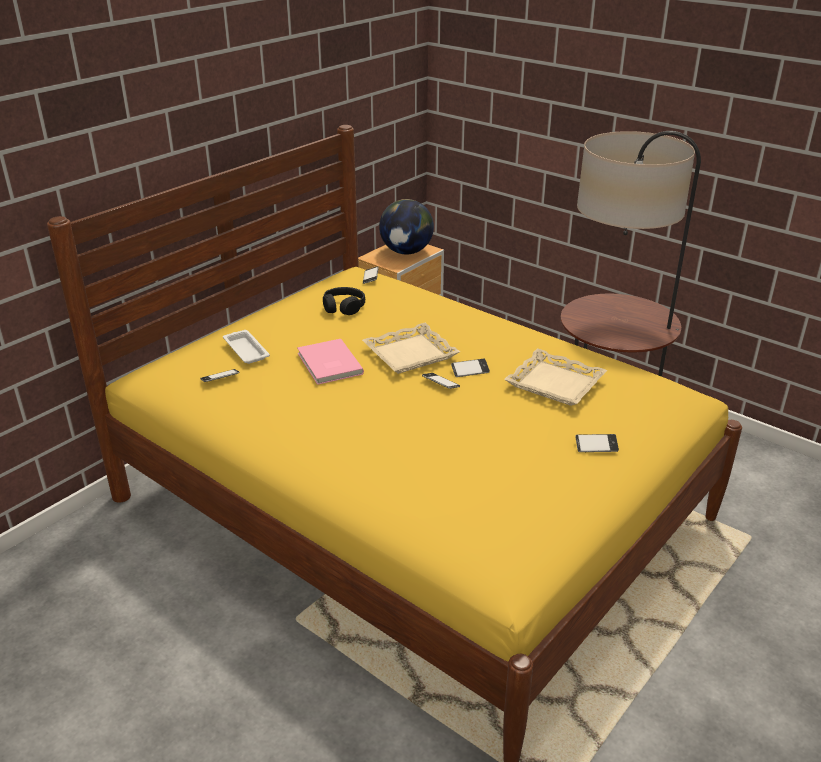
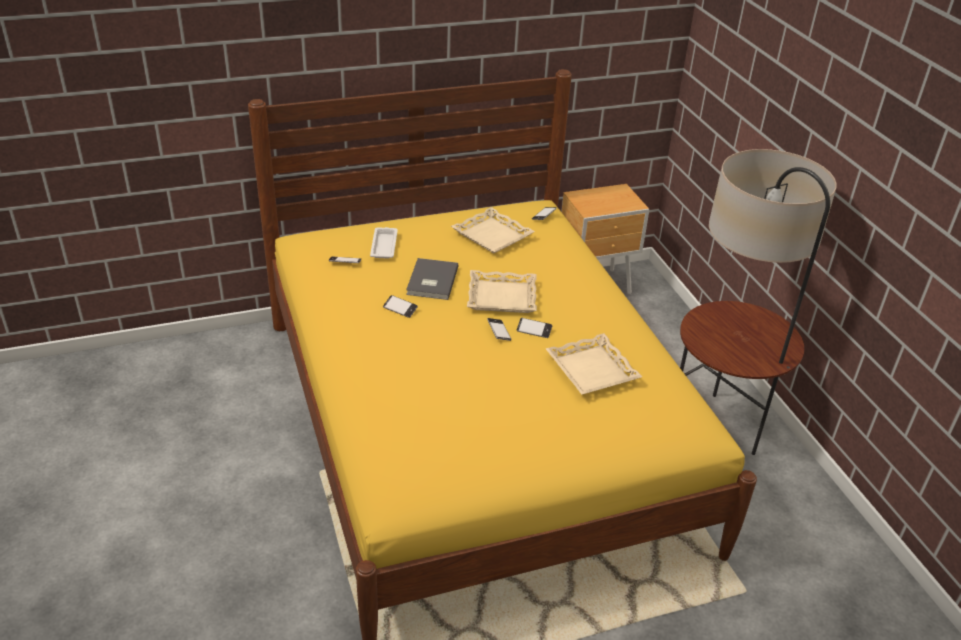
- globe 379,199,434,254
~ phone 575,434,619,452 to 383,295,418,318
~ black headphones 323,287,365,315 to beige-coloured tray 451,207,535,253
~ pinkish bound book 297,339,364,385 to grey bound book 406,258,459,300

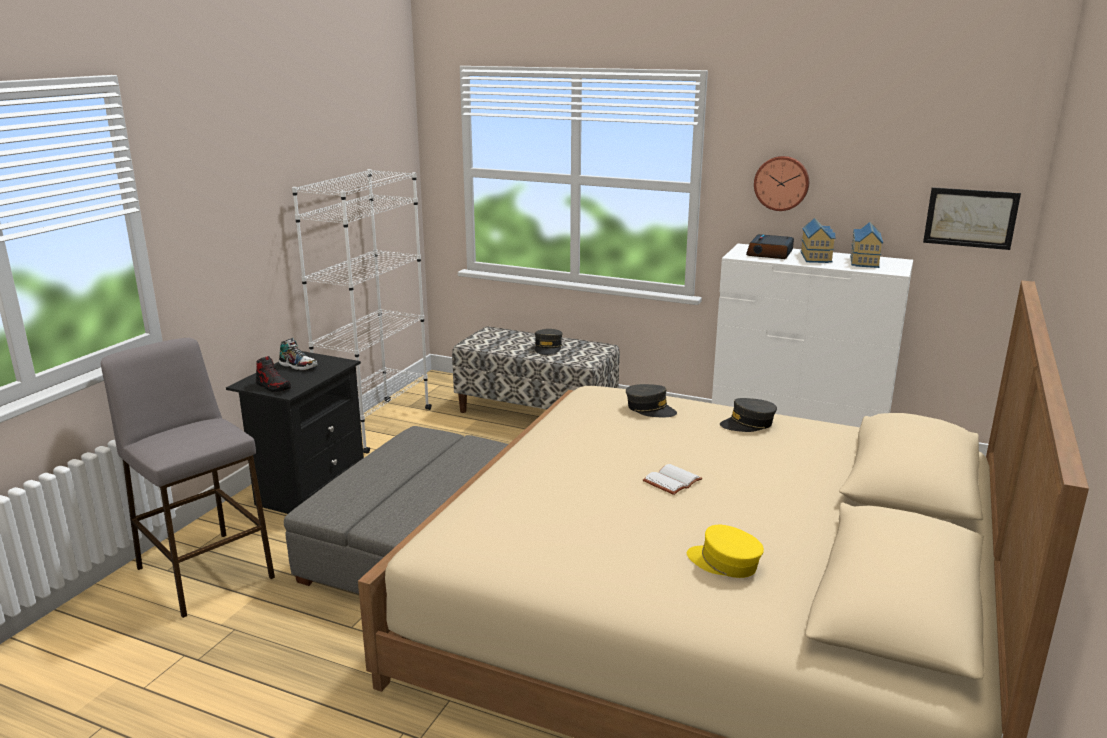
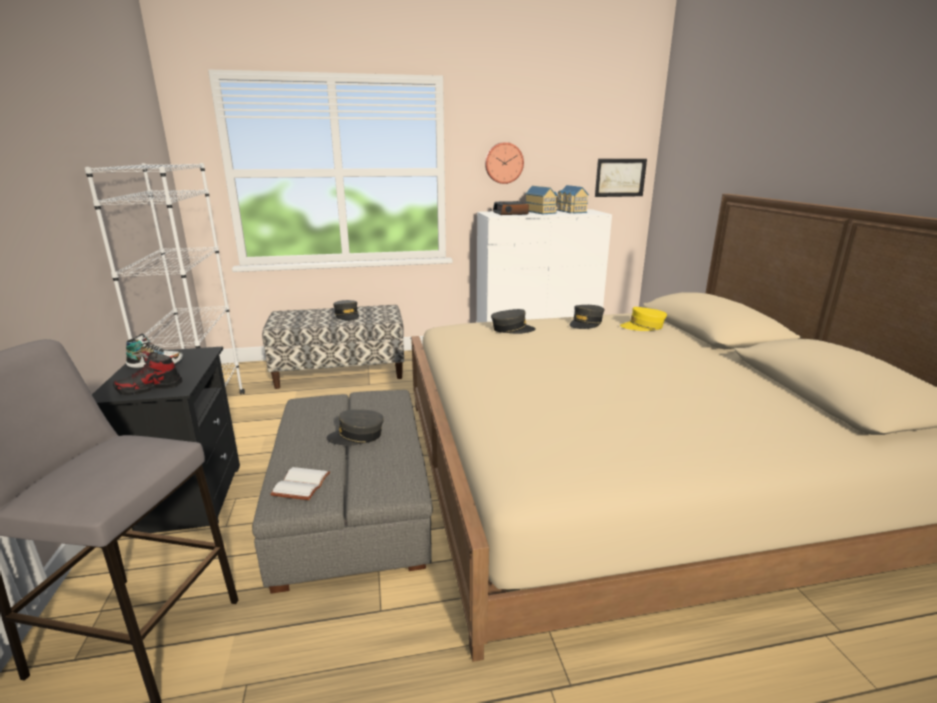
+ grey peaked cap 326,409,384,446
~ whitish bound book 643,464,703,495 to 270,467,330,500
~ yellow peaked cap 687,525,764,578 to 620,307,667,331
~ low shoe 256,356,291,392 = 113,352,182,396 150 degrees clockwise

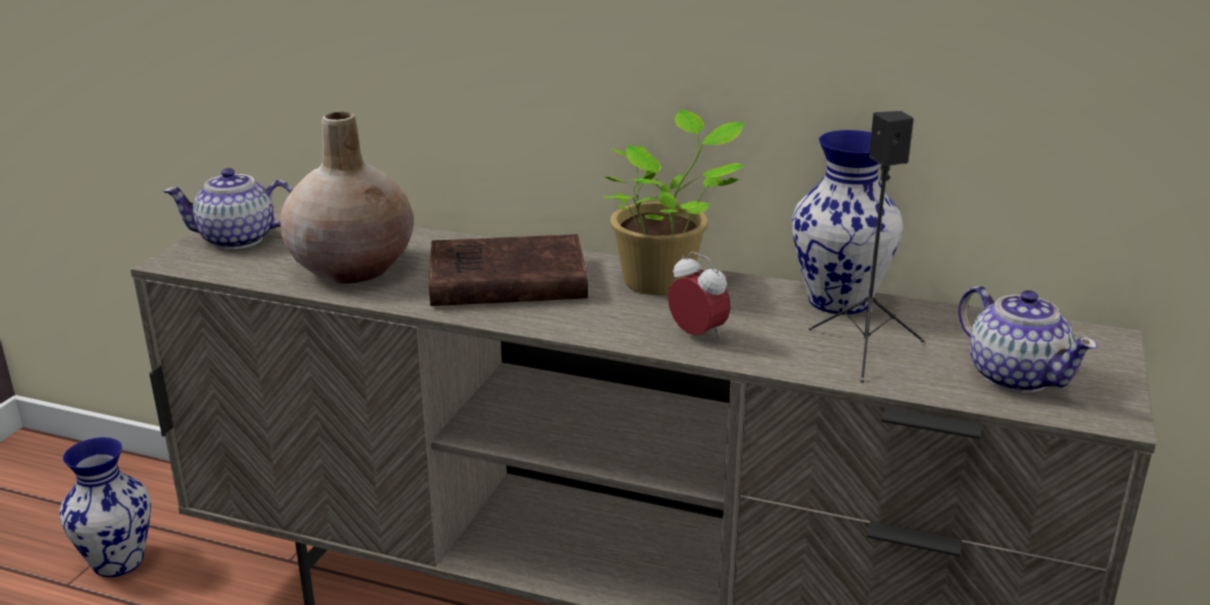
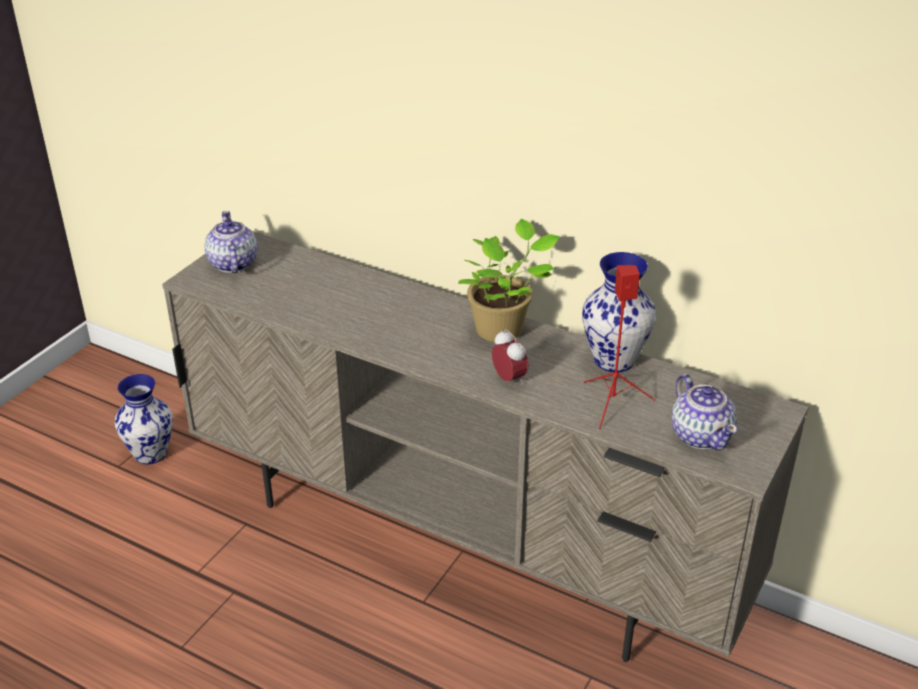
- beige-coloured vase 280,112,414,284
- brown bound book 429,234,588,306
~ black loudspeaker 809,111,924,383 to red loudspeaker 584,265,656,429
~ teapot 163,168,293,249 = 204,211,257,273 75 degrees clockwise

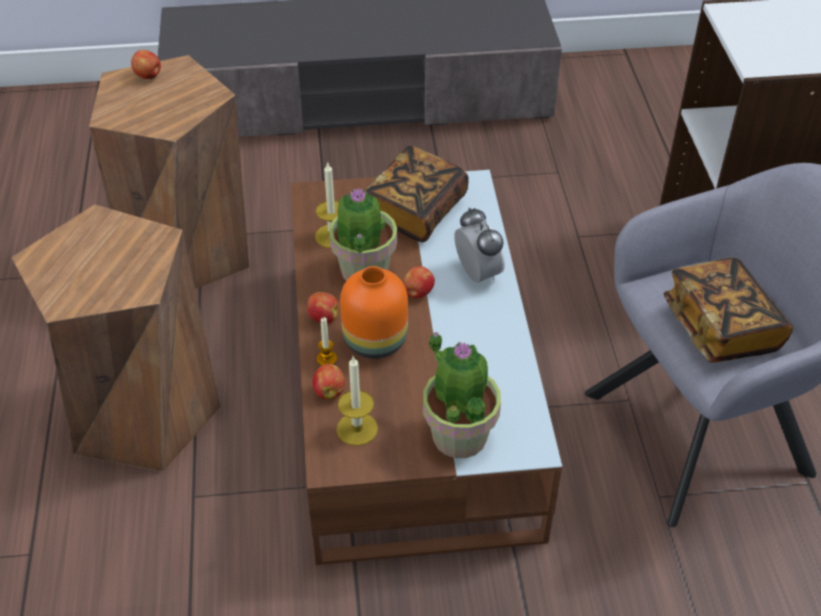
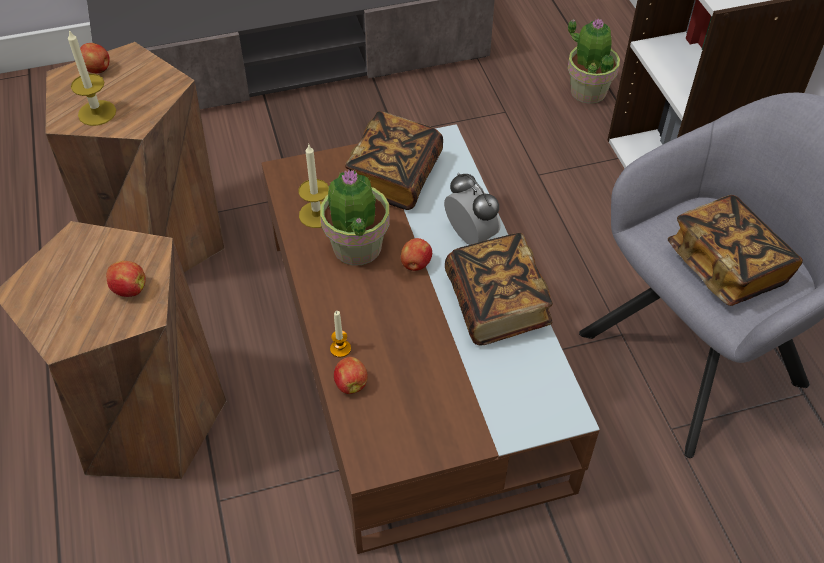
- orangey vase 340,266,408,359
+ bound book 445,233,553,345
~ apple fruit 307,292,339,323 to 106,261,146,297
~ wax light 337,356,378,446 to 68,30,116,126
~ houseplant 423,332,501,458 to 567,18,620,104

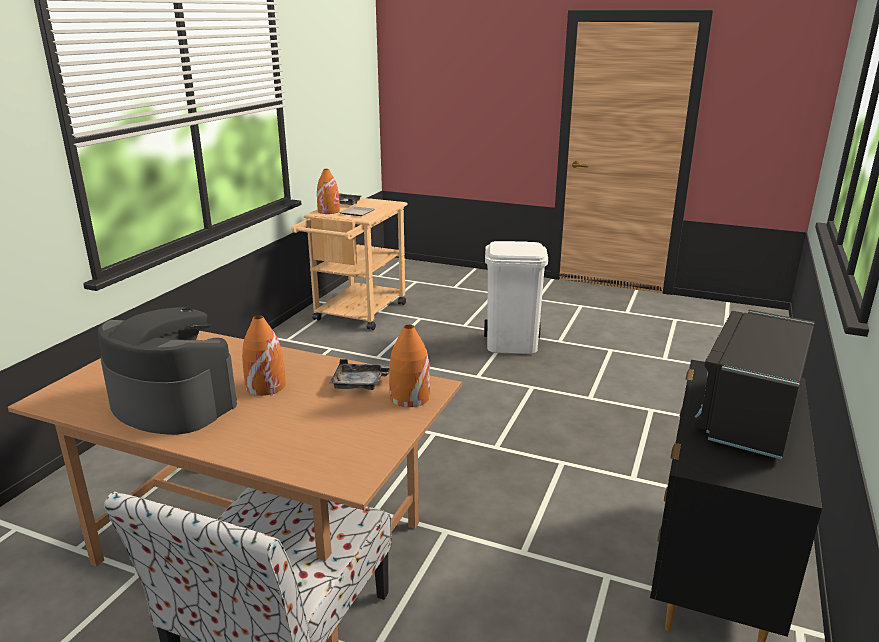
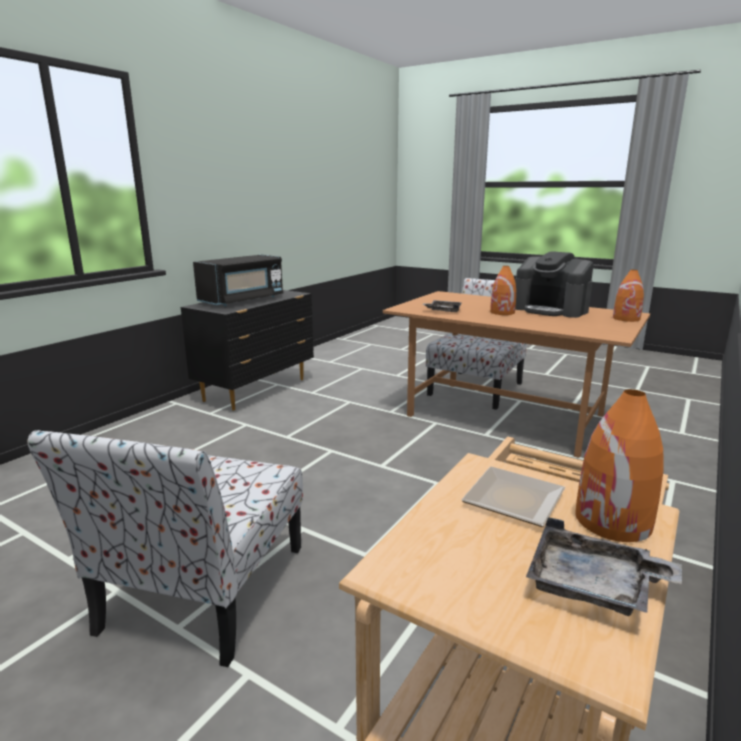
~ orangey vase 389,325,430,407 to 613,270,644,322
~ whitish trash can 484,241,548,354 to plain chair 27,430,303,667

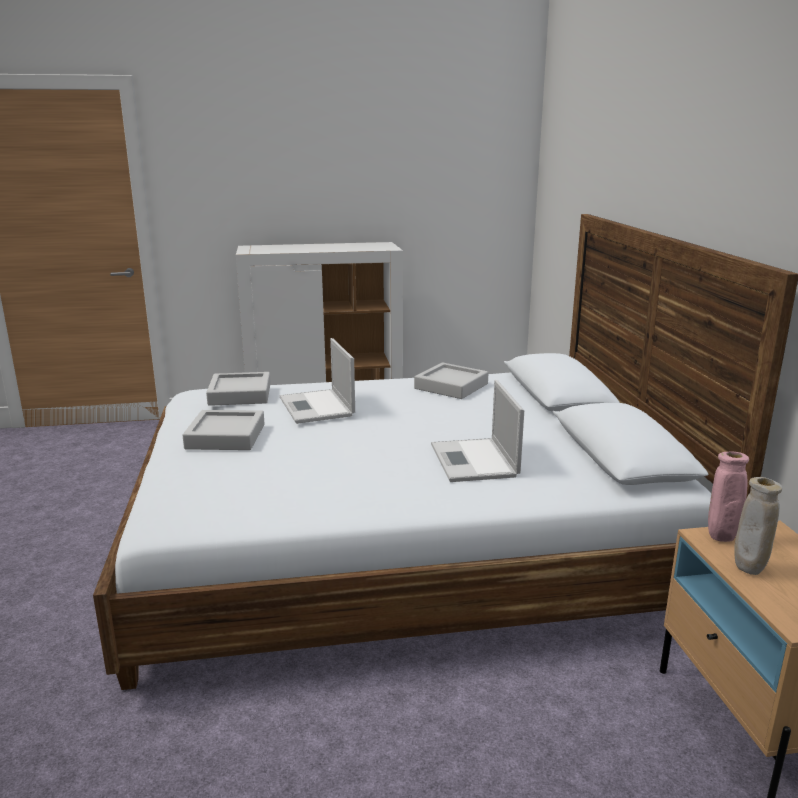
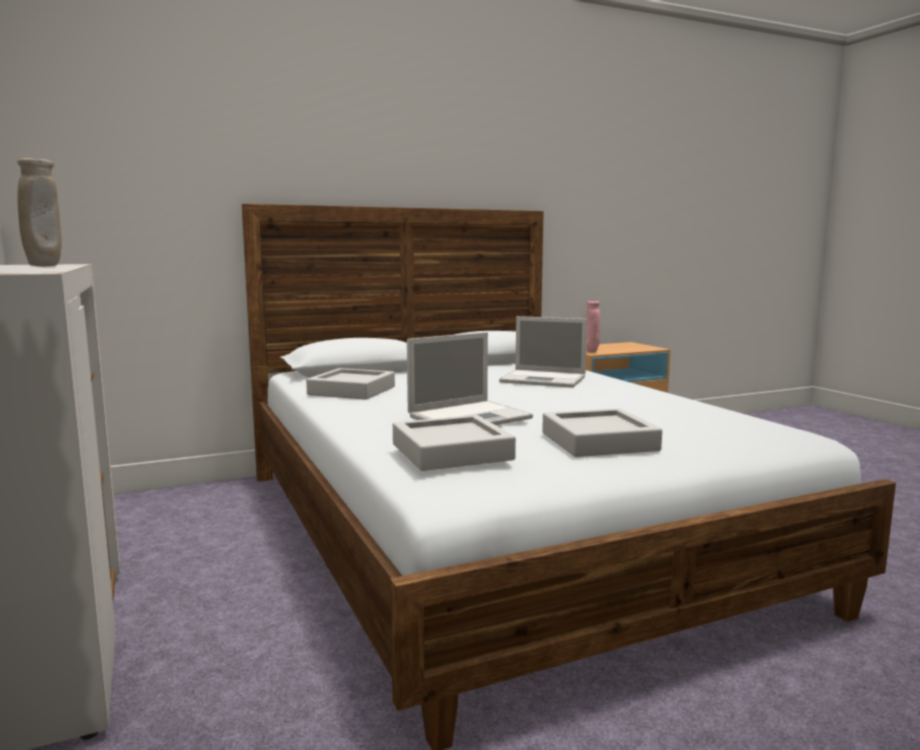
~ beige-coloured vase 734,477,782,575 to 17,158,61,267
~ notebook computer 431,380,524,482 = 499,316,587,388 45 degrees clockwise

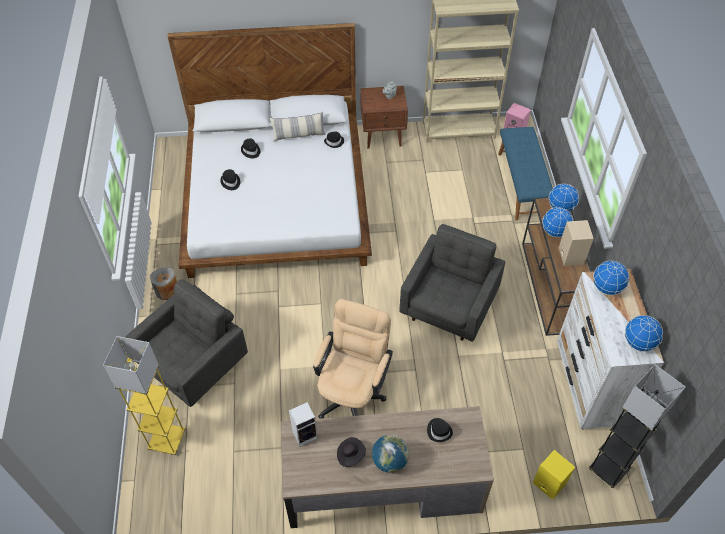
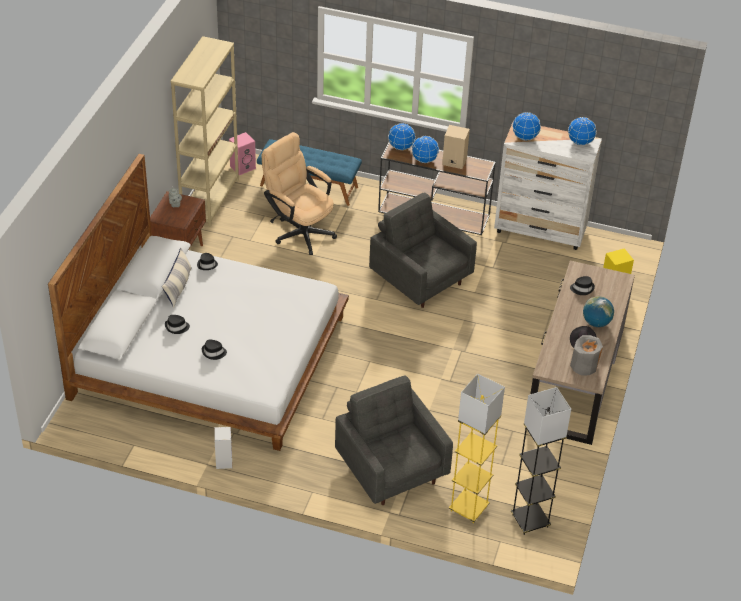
~ grey vase 150,267,177,300 to 570,335,603,375
~ loudspeaker 289,402,318,447 to 214,427,232,469
~ beige-coloured desk chair 313,299,393,419 to 262,132,337,255
~ grey standing lamp 588,364,686,488 to 511,387,571,535

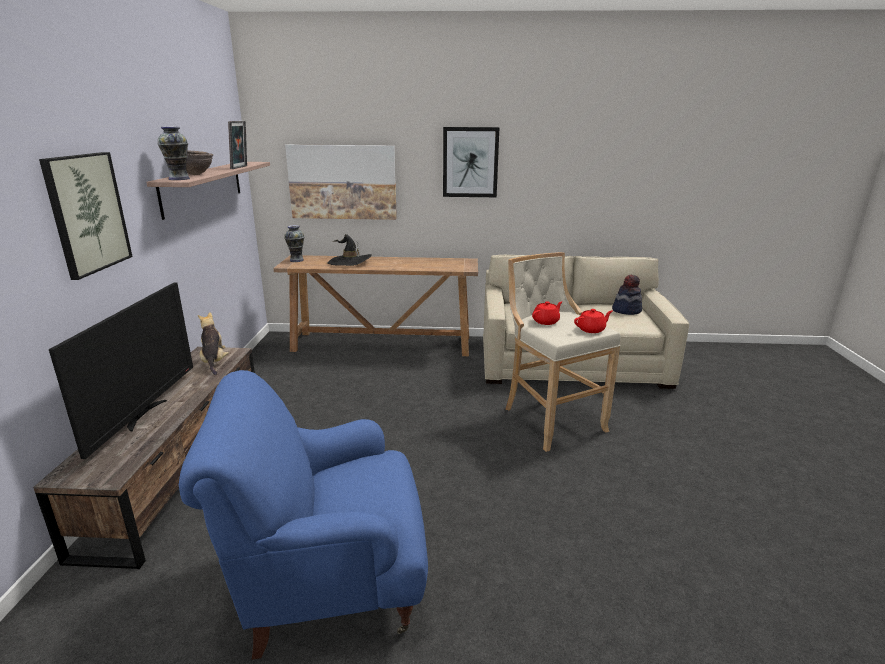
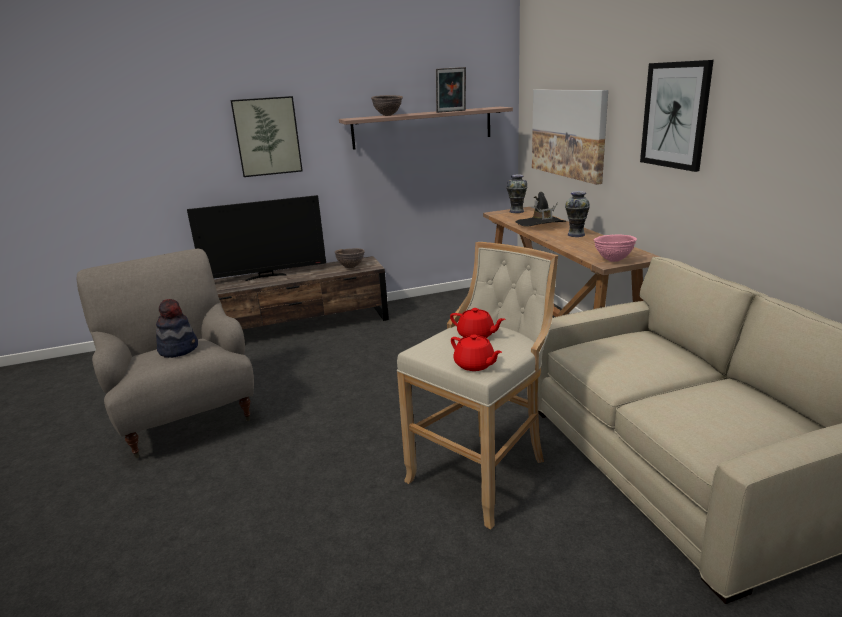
+ pinkish deep dish 594,234,637,262
~ vase 158,126,190,180 to 565,191,590,237
~ clothing hat 612,275,642,315 to 156,299,198,358
~ cuddly toy 198,312,229,375 to brown deep dish 335,248,365,268
~ blue lounge chair 179,370,428,660 to grey lounge chair 77,249,254,458

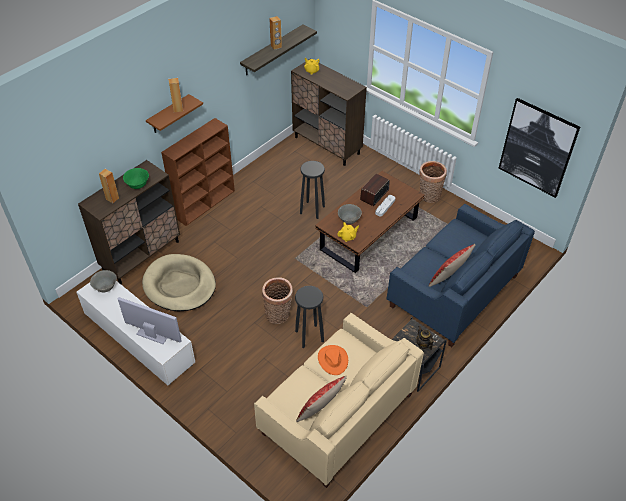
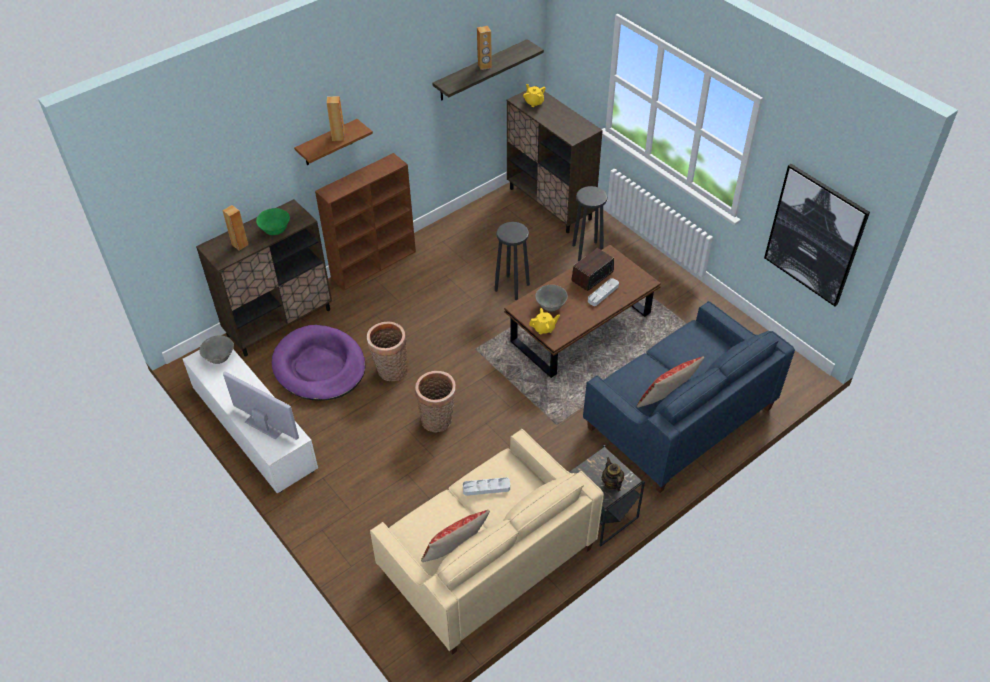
~ black sitting stool 295,286,324,348 to 572,186,607,262
~ storage basket 419,161,447,203 to 367,322,408,381
~ orangey clothing hat 318,345,348,375 to grey tray 463,477,510,496
~ beige-coloured dog bed 142,254,216,311 to purple-coloured dog bed 272,325,366,400

